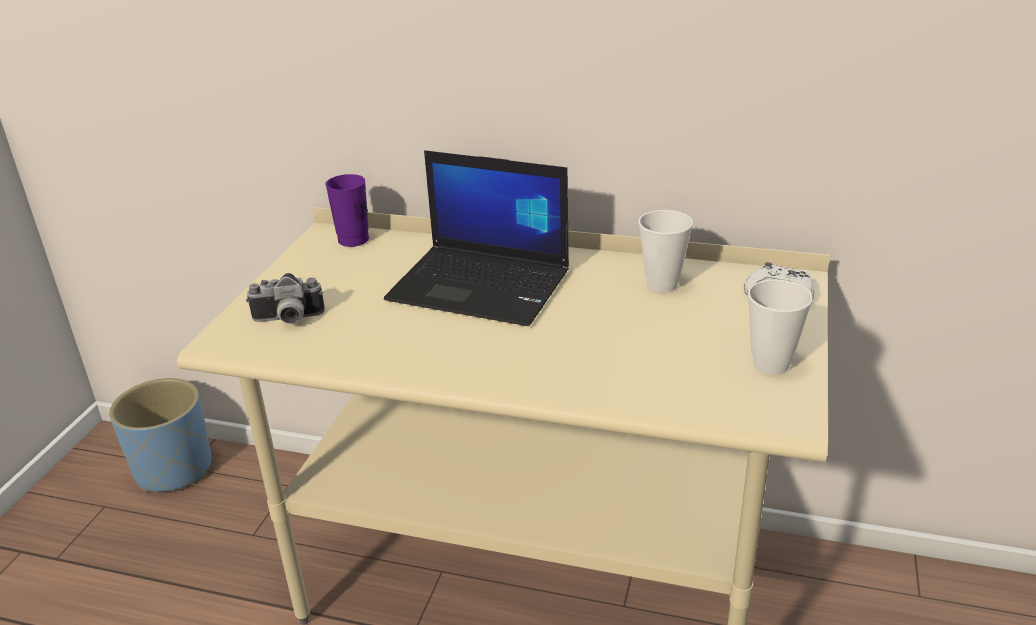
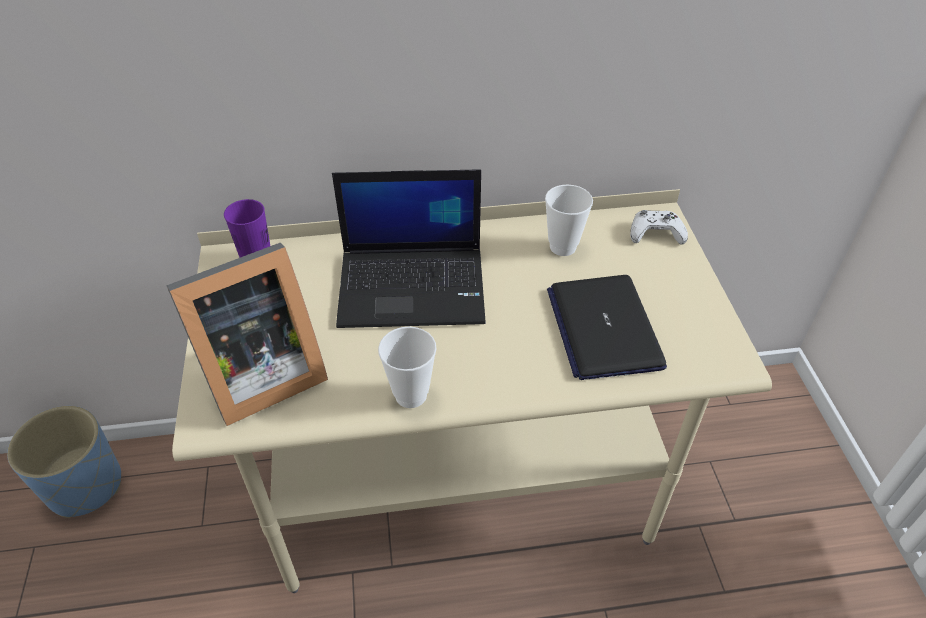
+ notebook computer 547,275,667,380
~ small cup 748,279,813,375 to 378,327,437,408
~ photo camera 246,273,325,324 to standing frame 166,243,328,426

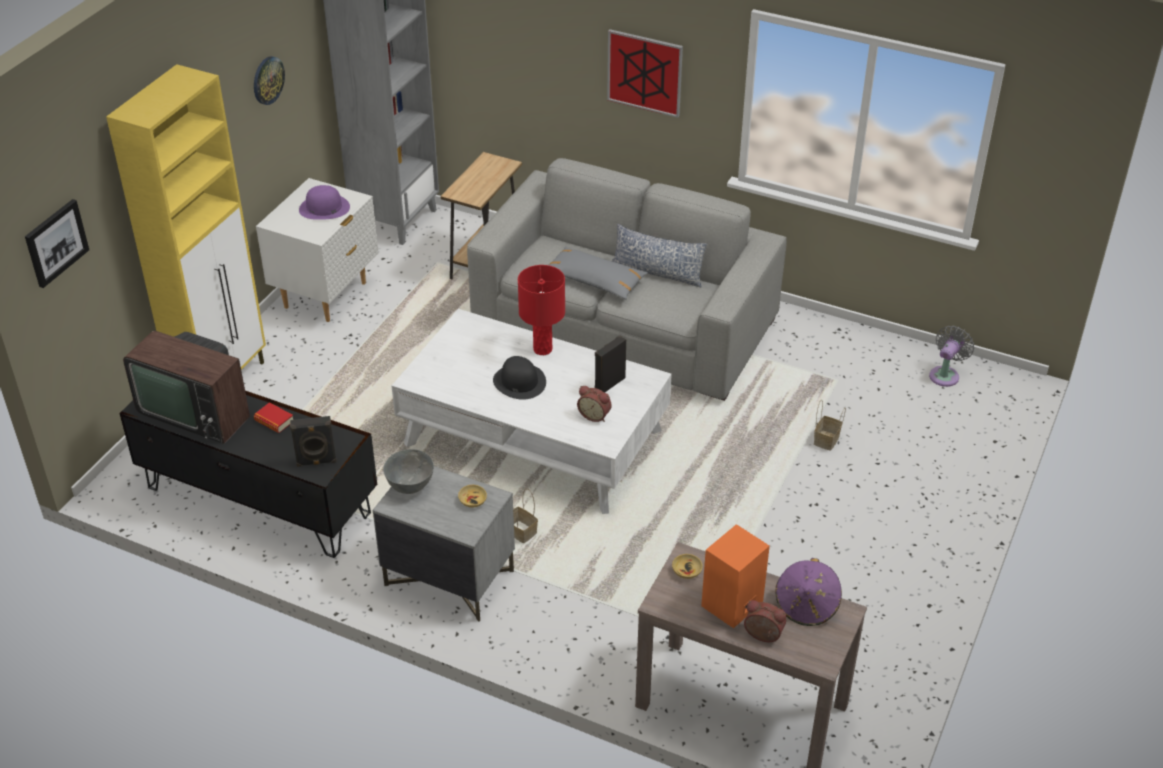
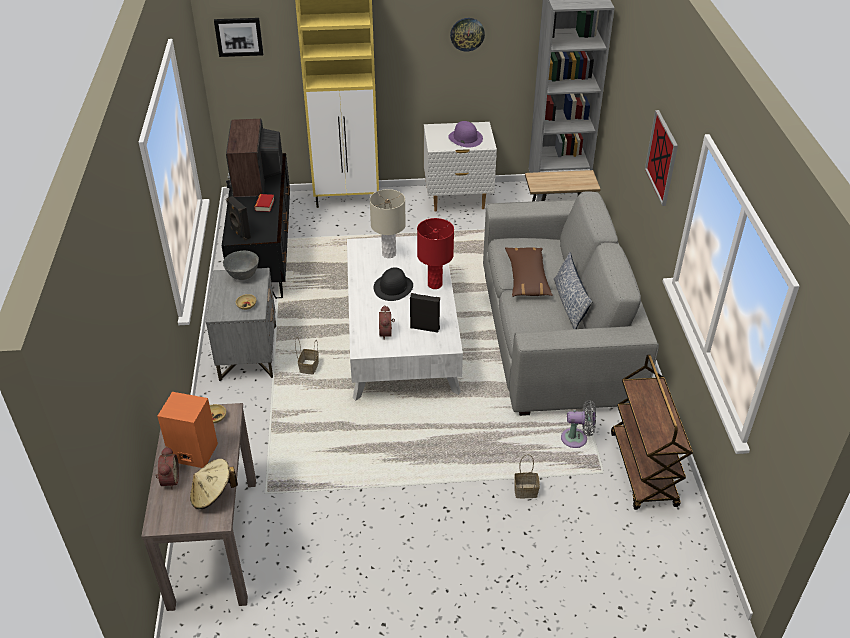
+ beige-coloured tabletop lamp 370,189,406,258
+ brown wheeled cart 611,354,693,510
~ grey cooling fan 929,326,974,387 to 561,400,596,448
~ grey pillow 549,247,648,299 to brown pillow 505,247,553,297
~ purple-coloured clothing hat 775,558,842,626 to beige-coloured clothing hat 190,459,238,509

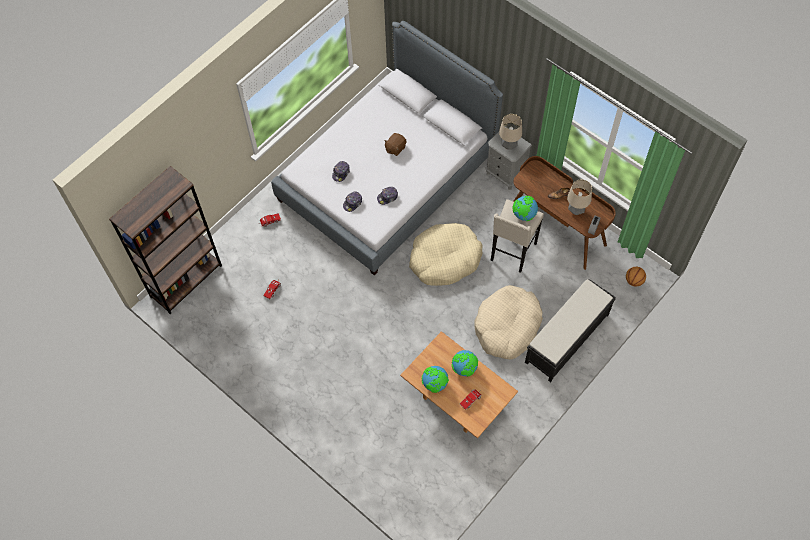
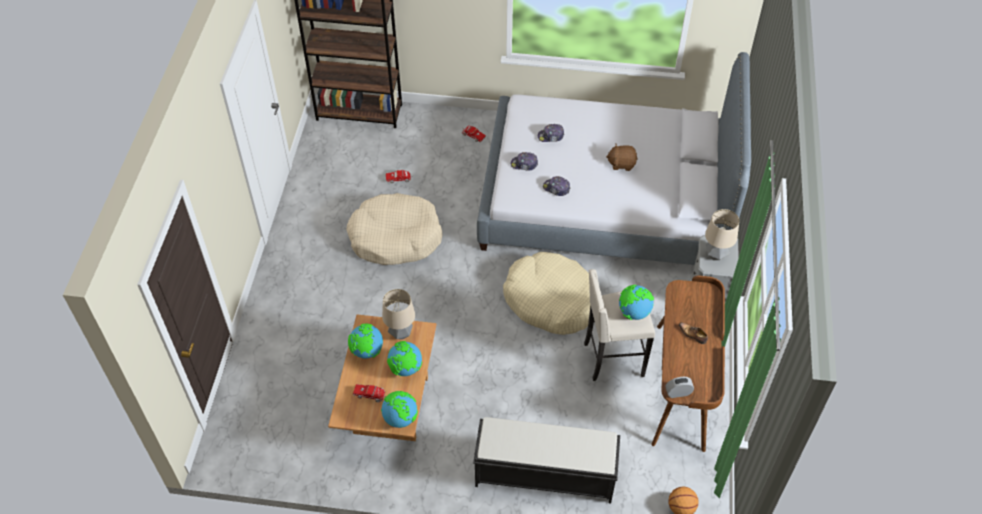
+ globe 381,391,418,428
~ beige-coloured dog bed 474,285,543,360 to 346,193,443,265
~ tabletop lamp 567,179,592,215 to 382,289,415,340

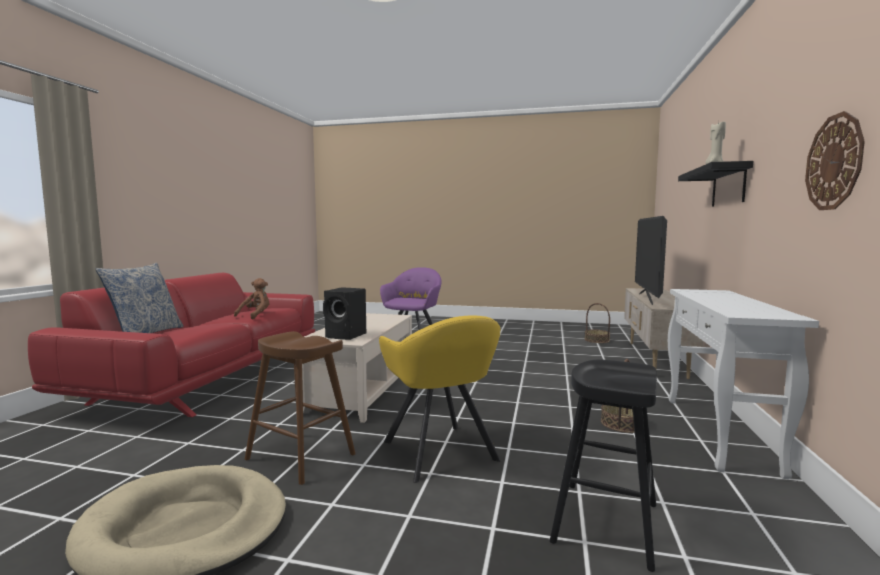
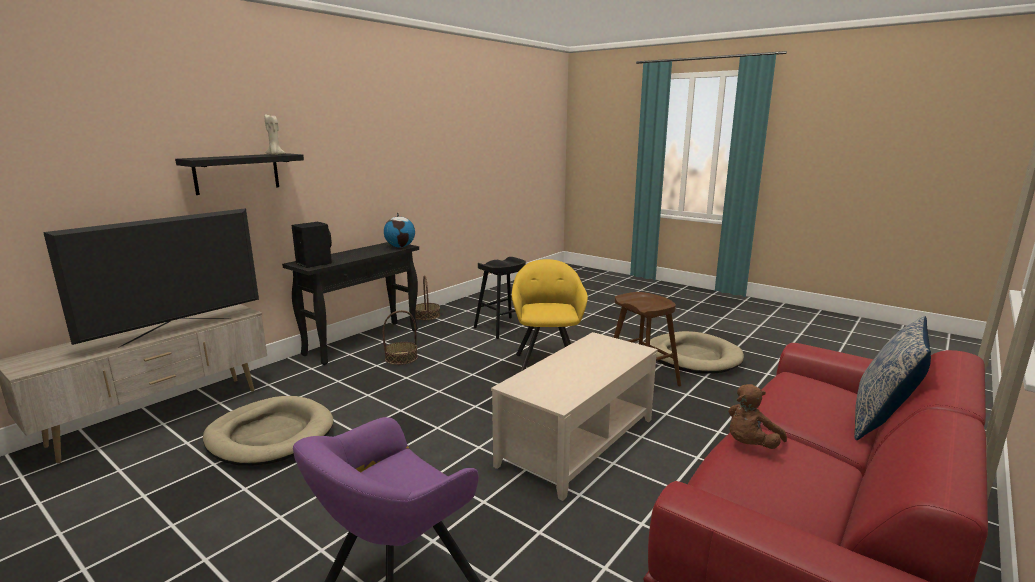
- wall clock 805,111,865,210
+ beige-coloured dog bed 203,396,333,466
+ globe 384,212,415,247
~ black loudspeaker 323,287,366,340 to 292,222,332,268
~ storage basket 585,303,610,343 to 415,275,440,320
~ whitish narrow table 668,289,819,479 to black narrow table 282,242,419,365

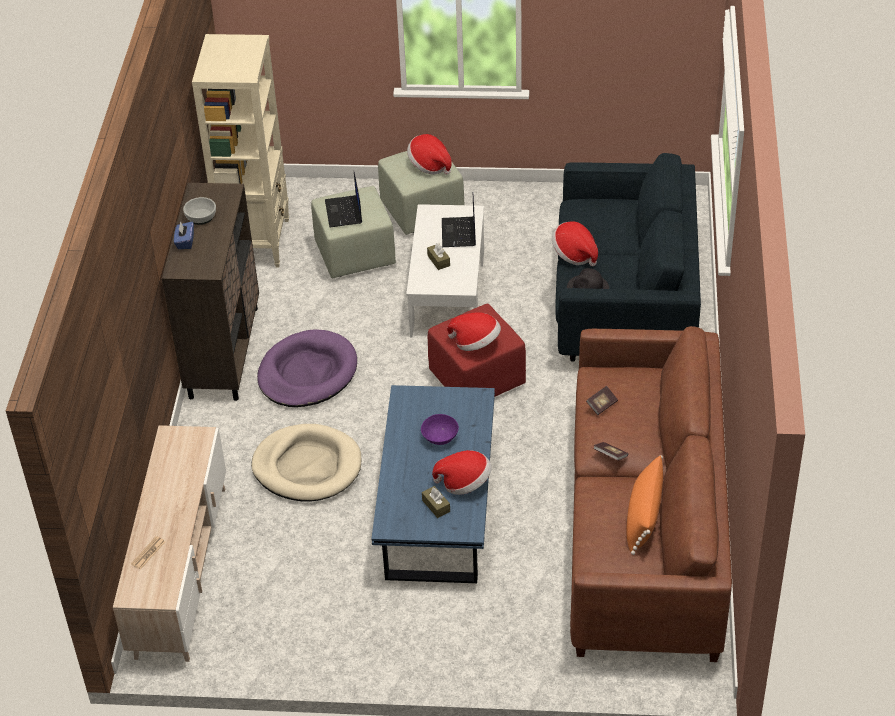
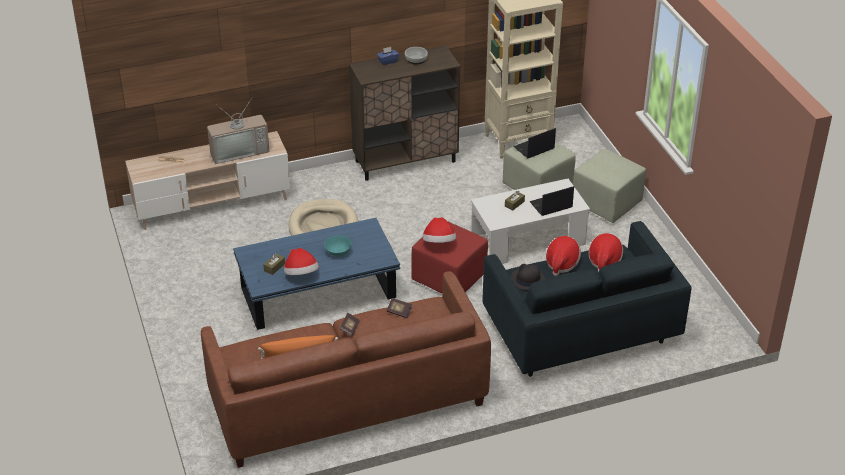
- purple-coloured dog bed 257,329,357,407
+ TV set 207,97,270,164
~ clothing hat 407,134,452,175 to 588,233,623,273
~ purple-coloured deep dish 421,414,459,445 to blue-green deep dish 324,236,352,257

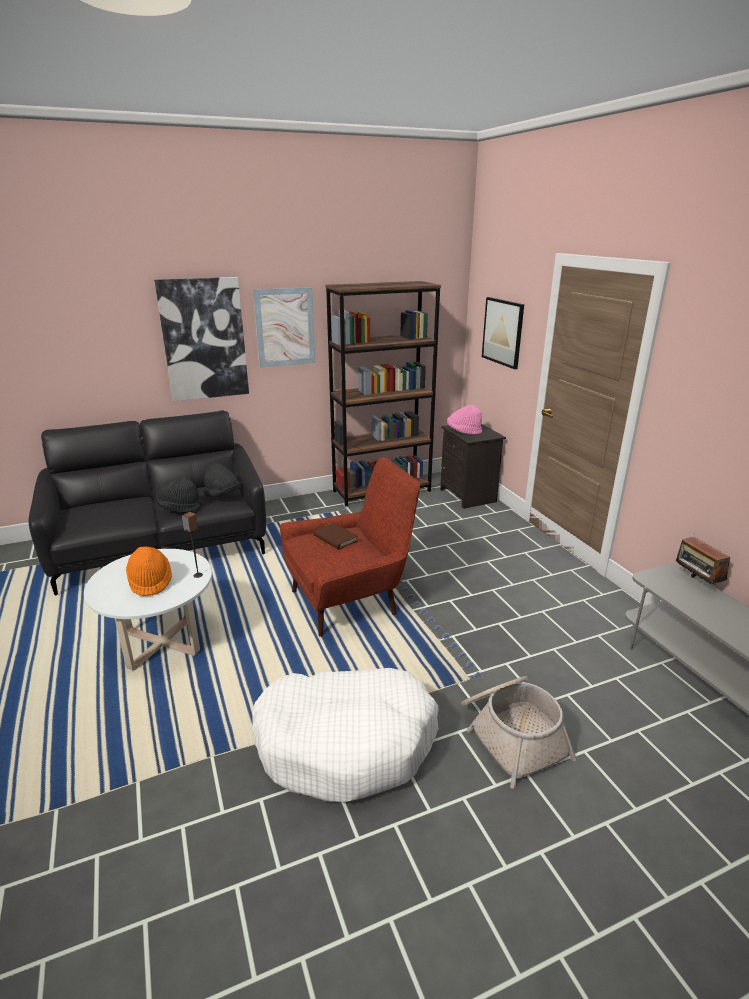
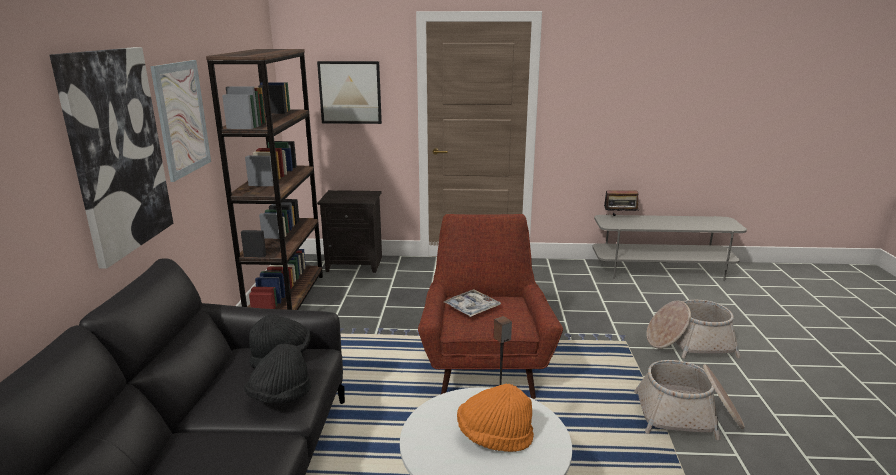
- pinkish clothing hat 447,405,482,435
~ whitish dog bed 252,668,439,802 to storage basket 634,360,745,440
~ brown bound book 313,523,358,550 to tray 444,289,501,317

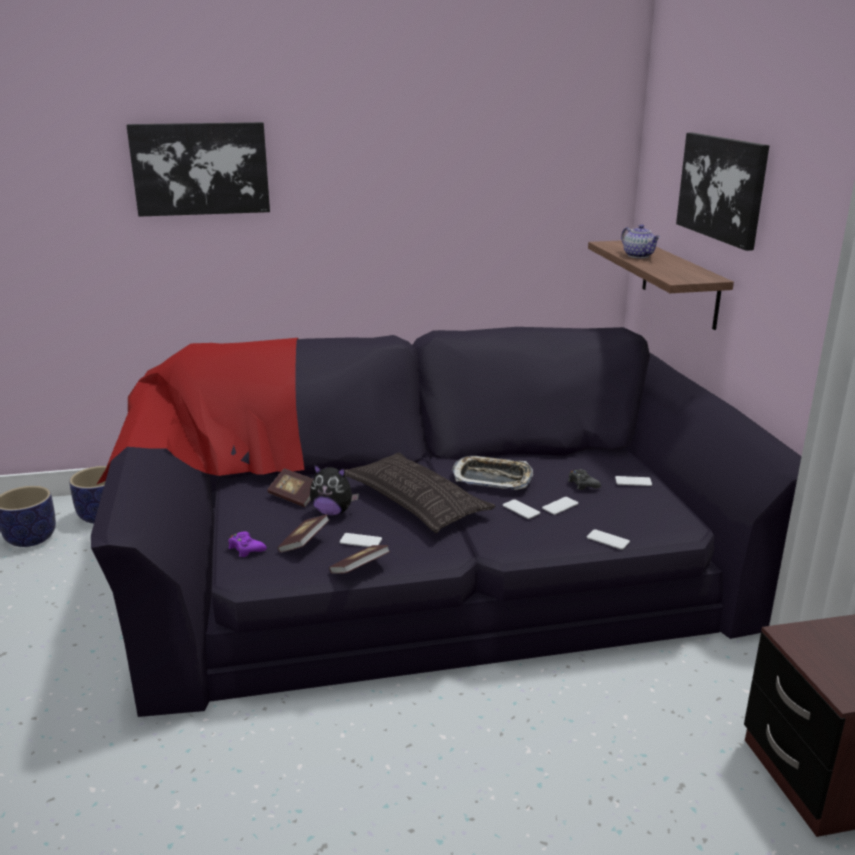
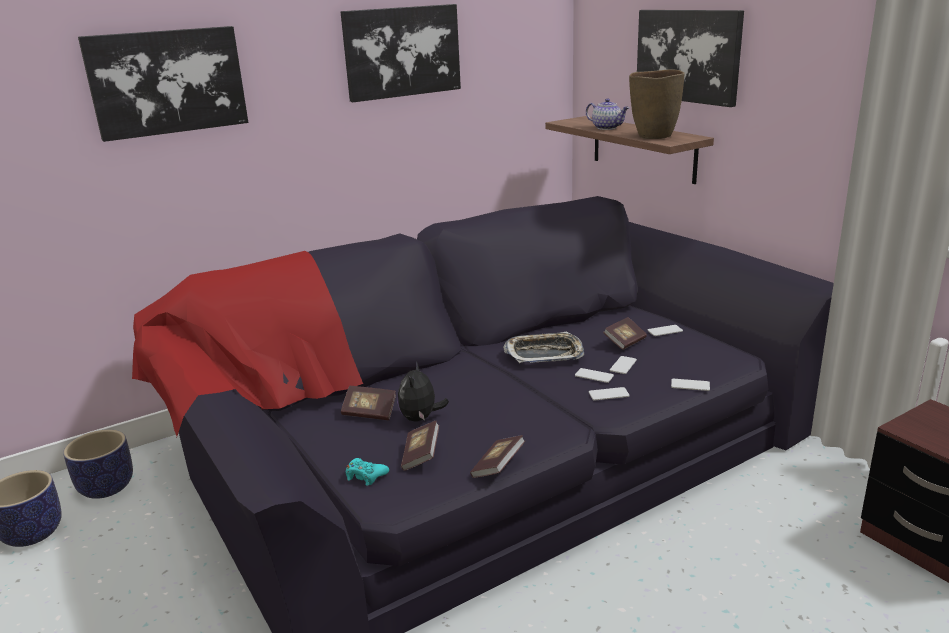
- pillow 344,452,495,533
+ wall art 341,4,461,102
+ brown vase 629,69,684,139
~ phone 340,533,382,547 to 589,387,630,401
~ black gamepad 568,469,601,490 to bound book 603,317,647,350
~ purple-coloured gamepad 228,531,267,557 to blue-green gamepad 346,458,389,486
~ cuddly toy 310,464,359,516 = 398,361,449,422 105 degrees clockwise

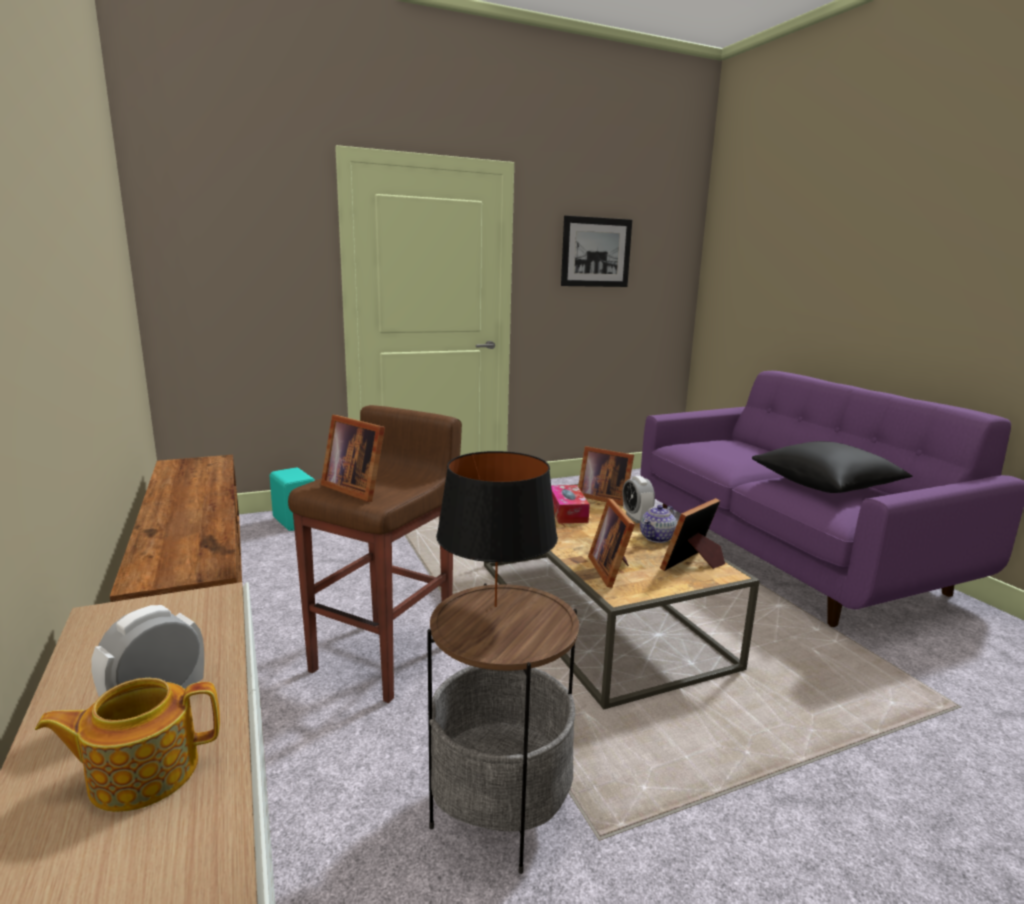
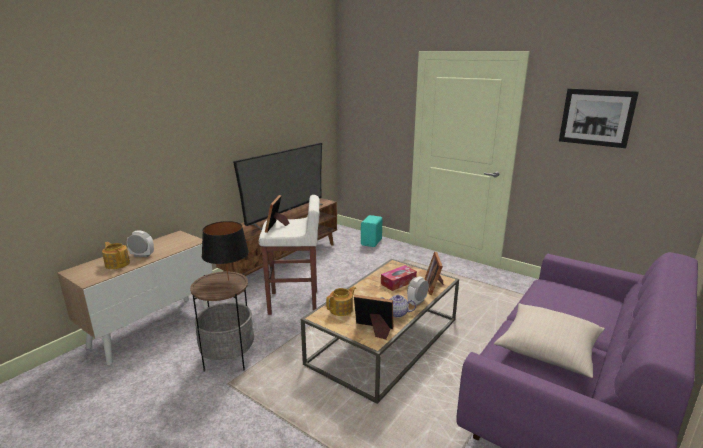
+ TV set 233,143,323,230
~ standing frame 588,498,635,588 to teapot 326,286,356,316
~ brown sitting stool 288,405,462,703 to whitish sitting stool 259,195,320,315
~ black pillow 752,441,912,493 to beige-coloured pillow 494,303,605,378

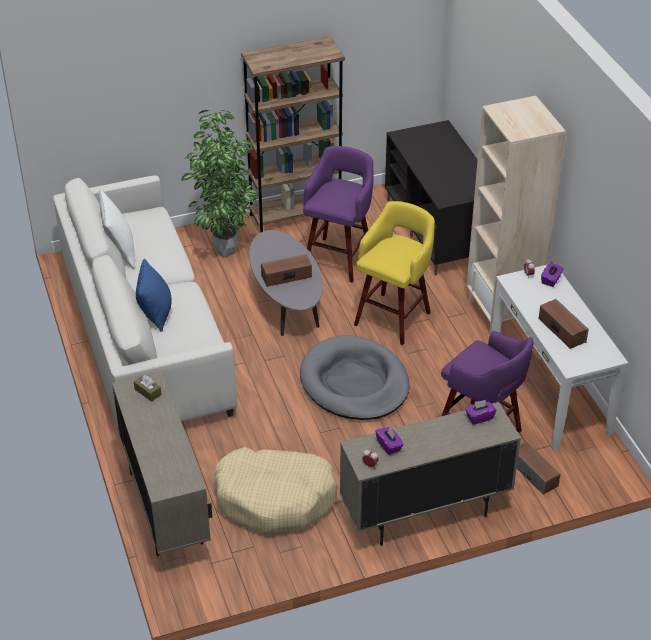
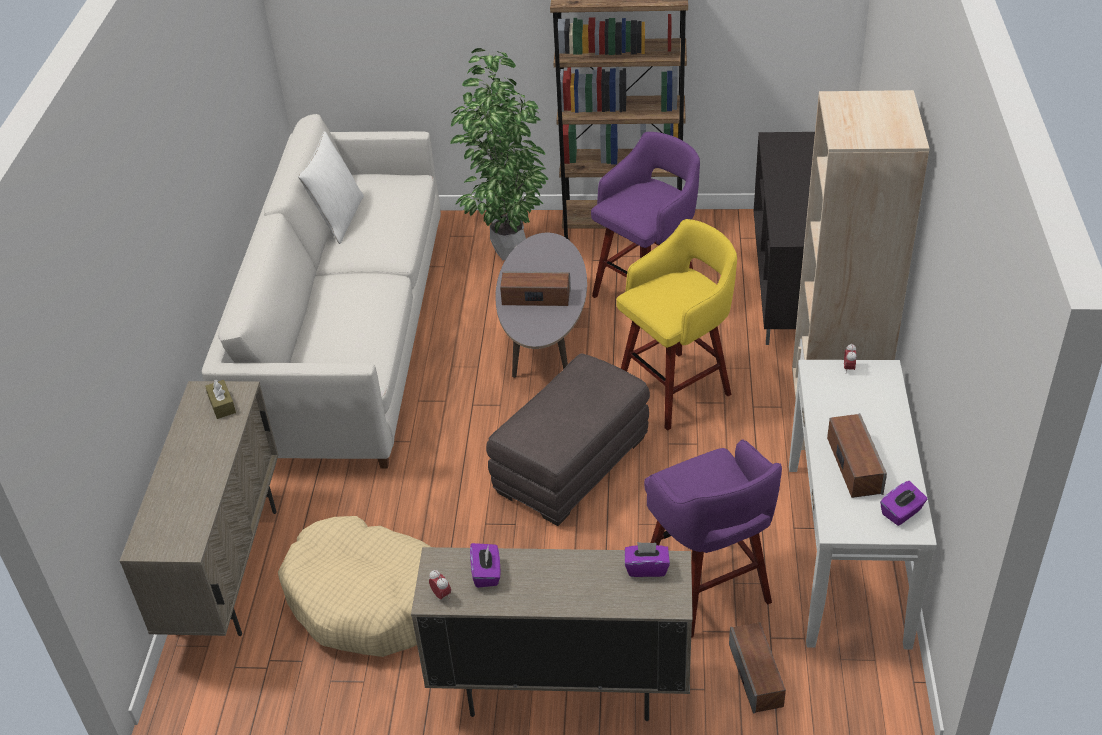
- blue pillow 136,259,172,332
~ purple-coloured tissue box 541,262,564,287 to 880,481,928,526
~ grey dog bed 300,335,410,420 to grey footrest 486,354,650,526

